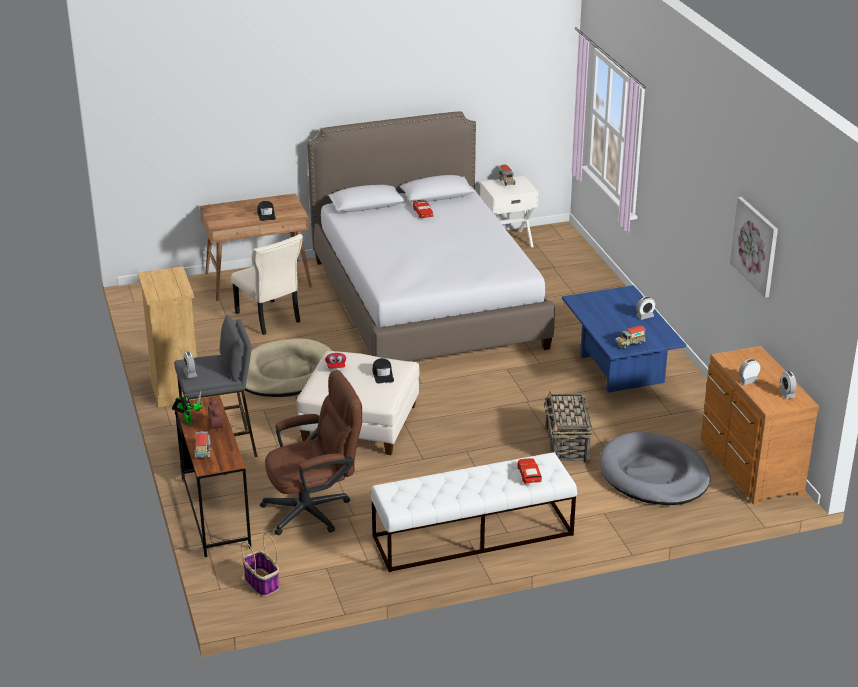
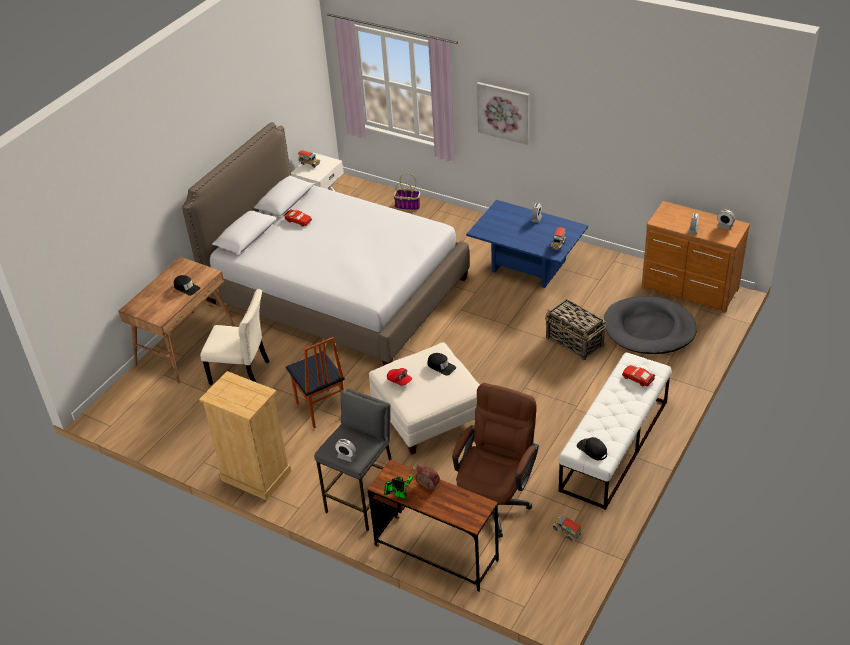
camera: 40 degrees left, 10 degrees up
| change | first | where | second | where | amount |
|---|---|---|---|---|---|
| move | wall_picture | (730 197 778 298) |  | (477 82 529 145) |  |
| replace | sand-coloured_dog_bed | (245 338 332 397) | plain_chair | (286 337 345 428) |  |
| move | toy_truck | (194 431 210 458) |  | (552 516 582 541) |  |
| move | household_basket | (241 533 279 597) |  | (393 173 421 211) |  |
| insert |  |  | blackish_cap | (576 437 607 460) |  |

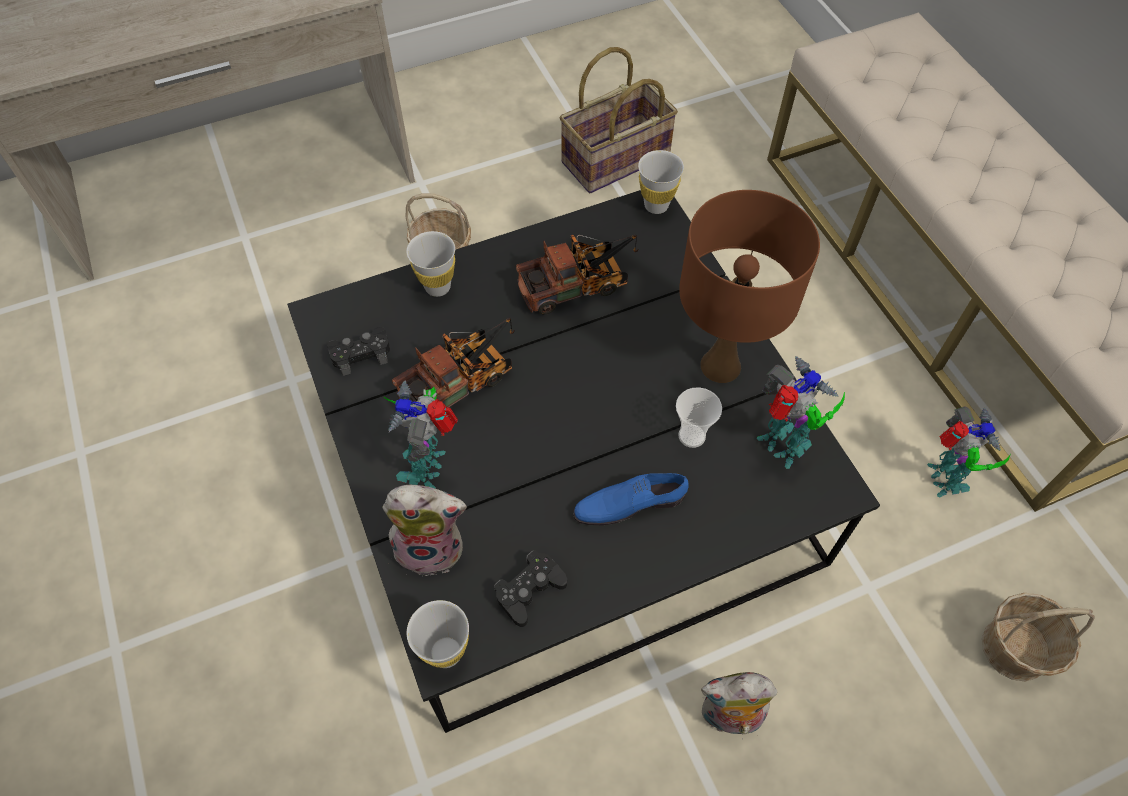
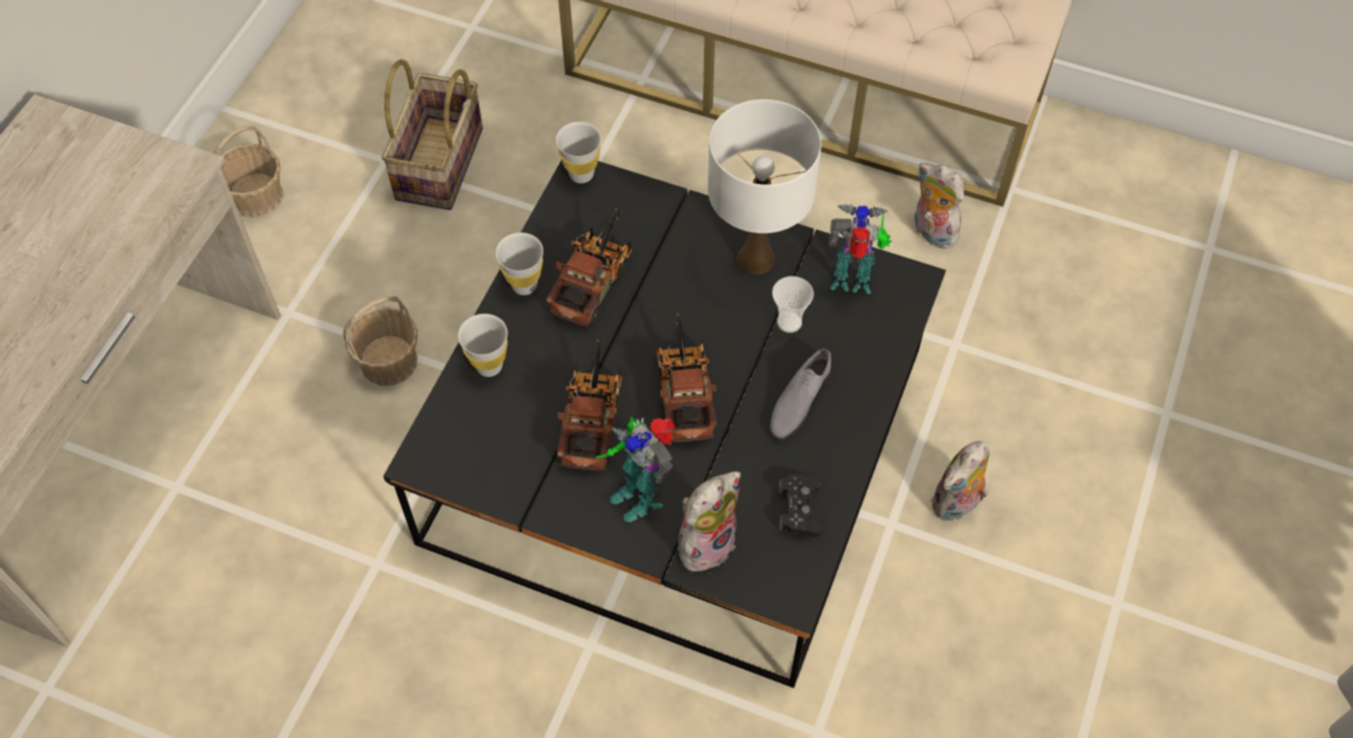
camera: 45 degrees left, 0 degrees up
| change | first | where | second | where | amount |
|---|---|---|---|---|---|
| recolor | brown_lamp_for_a_table | (679 190 820 383) | white-coloured_lamp_for_a_table | (708 99 822 275) |  |
| delete | blackish_game_controller | (327 327 390 376) |  |  |  |
| replace | model_robot | (927 406 1011 497) | plush_toy | (915 163 964 249) |  |
| recolor | blue_item_of_footwear | (573 473 689 525) | gray_item_of_footwear | (770 349 831 440) |  |
| move | household_basket | (982 593 1095 682) |  | (214 126 284 218) |  |
| move | white-coloured_cup | (407 600 469 668) |  | (496 233 543 295) |  |
| insert |  |  | toy_truck | (657 311 717 442) |  |

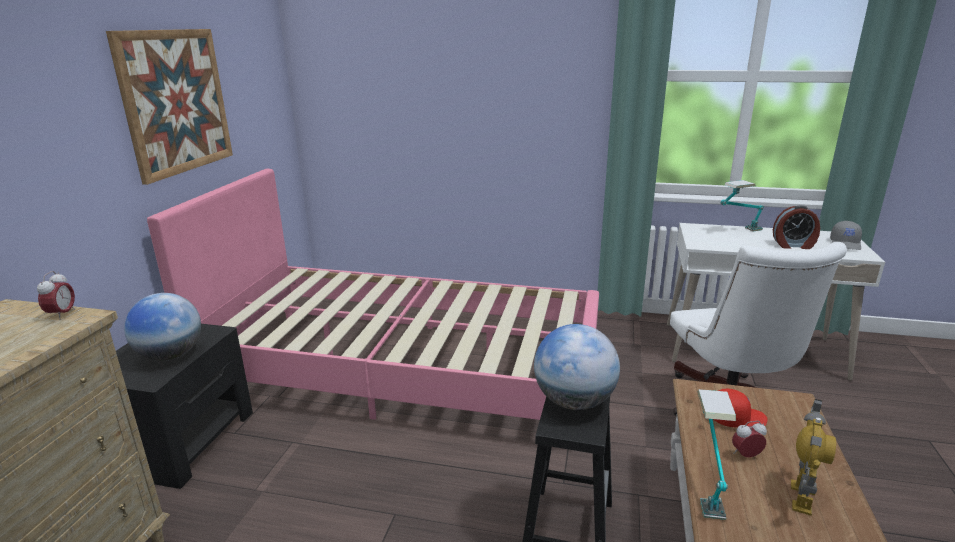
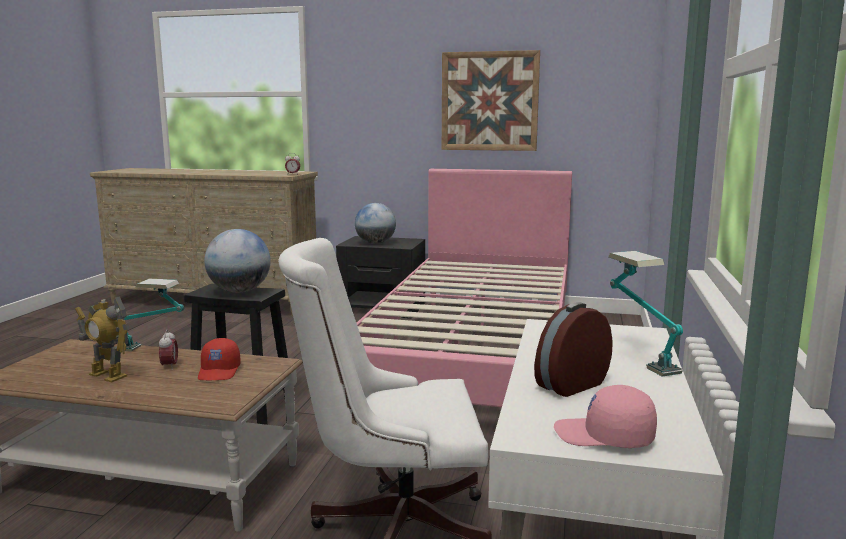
camera: 90 degrees right, 10 degrees down
| change | first | where | second | where | amount |
|---|---|---|---|---|---|
| rotate | table_clock | (773 206 820 249) |  | (534 302 613 397) | 45 degrees clockwise |
| recolor | gray_cap | (830 221 862 250) | pink_cap | (554 385 657 448) |  |

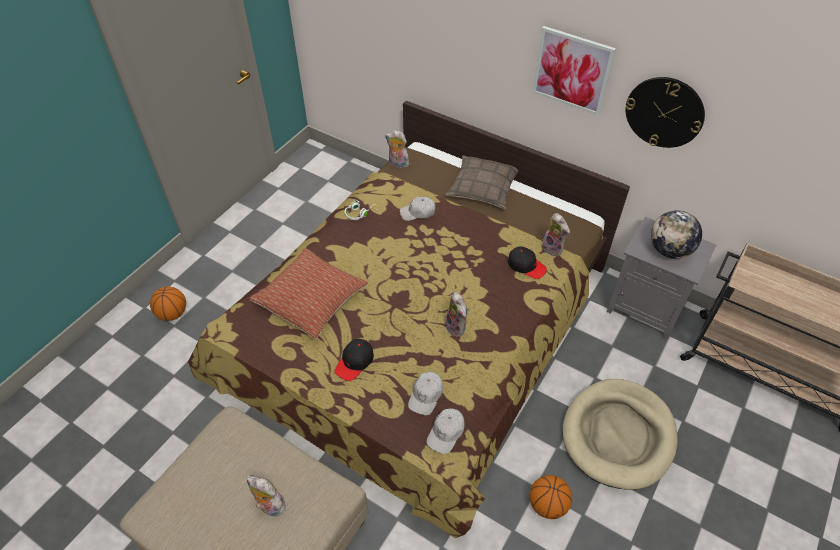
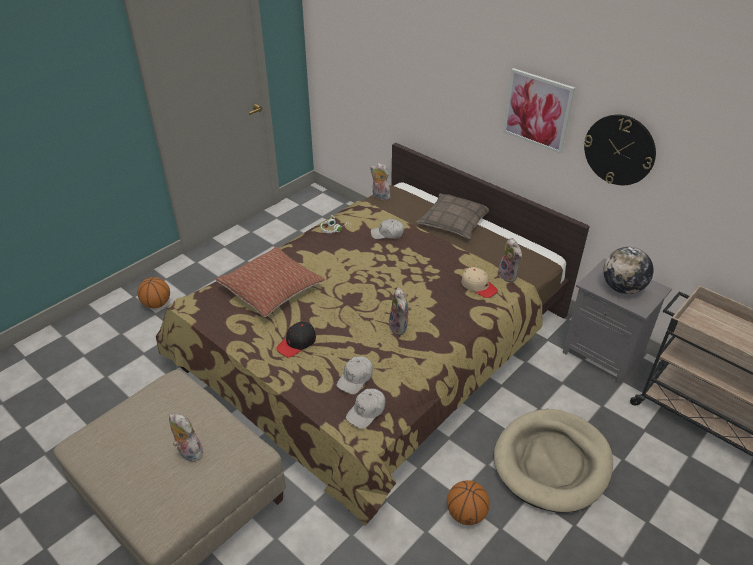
camera: 10 degrees right, 10 degrees down
| change | first | where | second | where | amount |
|---|---|---|---|---|---|
| recolor | blackish_cap | (508 246 547 279) | sand-coloured_cap | (461 267 498 298) |  |

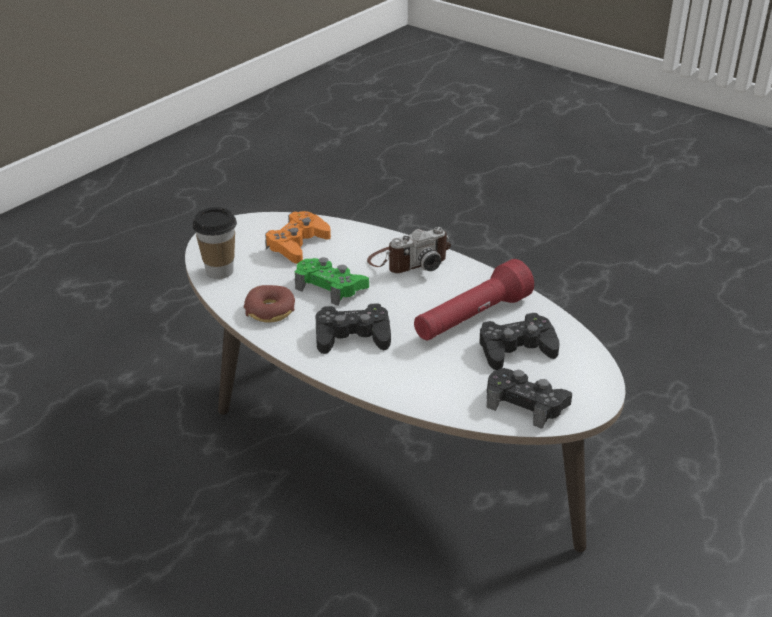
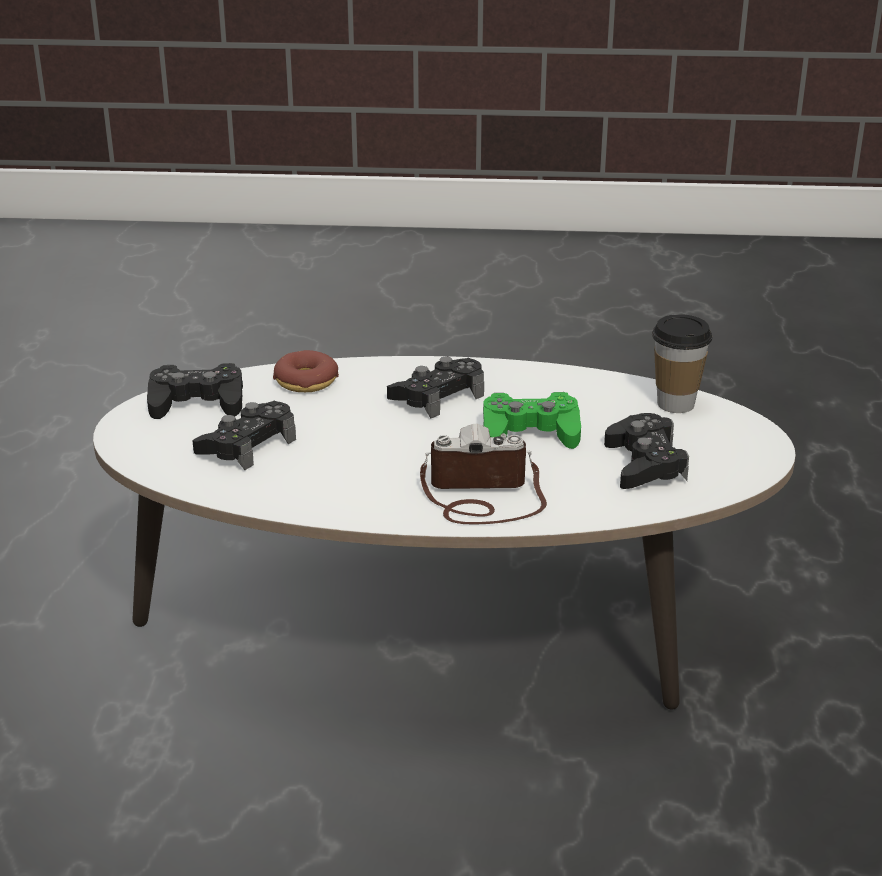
camera: 145 degrees right, 5 degrees down
| change | first | where | second | where | amount |
|---|---|---|---|---|---|
| recolor | orange-coloured_game_controller | (265 211 331 264) | blackish_game_controller | (604 413 689 489) |  |
| rotate | photo_camera | (367 227 451 273) |  | (420 424 547 525) | 60 degrees clockwise |
| delete | reddish_hand_torch | (414 259 534 340) |  |  |  |
| move | ring_doughnut | (244 285 295 323) |  | (273 350 339 392) |  |

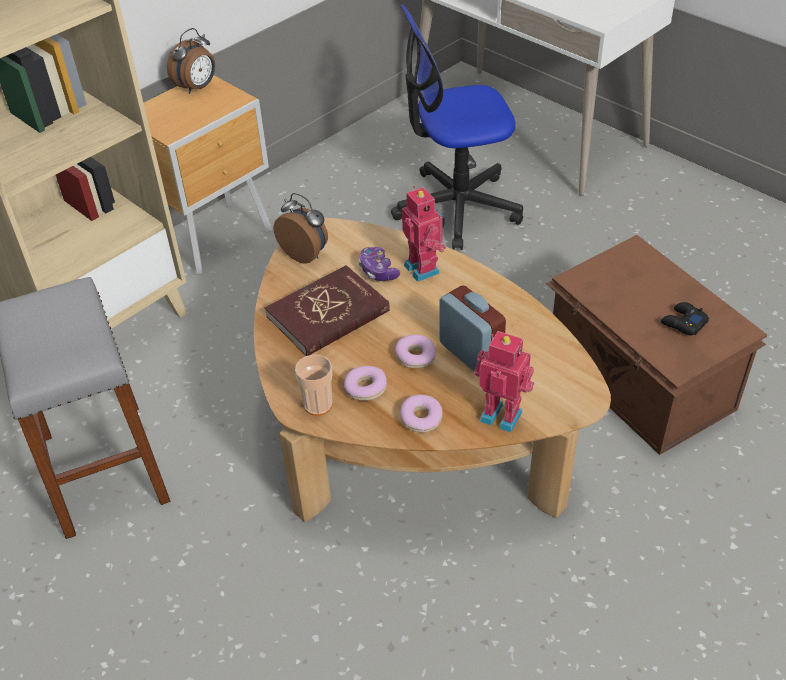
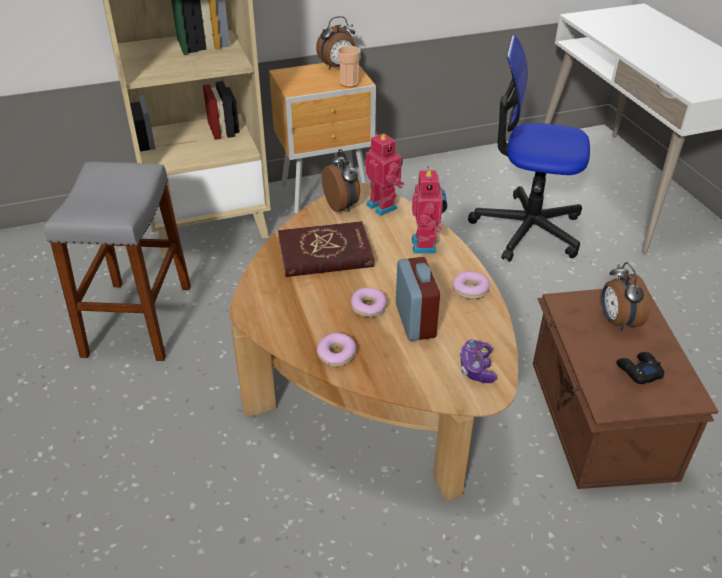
camera: 25 degrees right, 5 degrees down
| change | first | where | second | where | amount |
|---|---|---|---|---|---|
| move | game_controller | (358 247 400 281) |  | (460 340 497 383) |  |
| move | model_robot | (474 331 534 433) |  | (365 132 404 216) |  |
| move | cup | (295 355 333 416) |  | (338 46 361 88) |  |
| move | ring_doughnut | (344 366 387 401) |  | (453 271 490 299) |  |
| insert |  |  | table_clock | (601 262 650 331) |  |

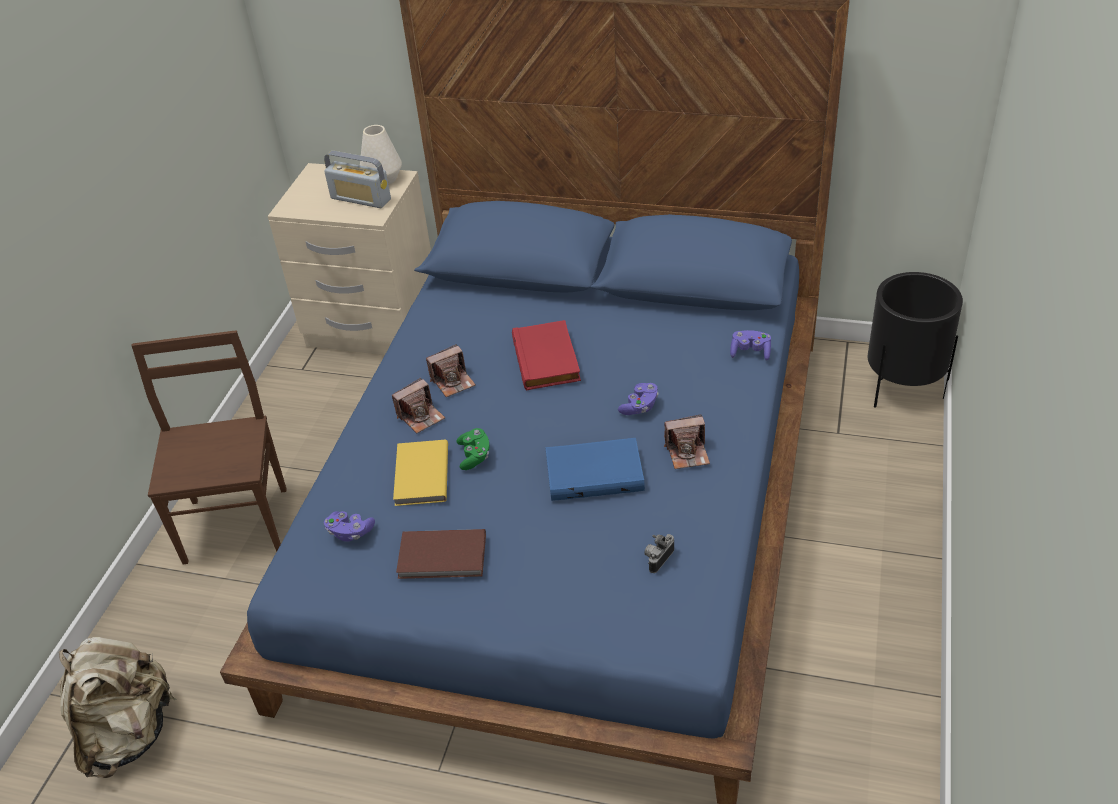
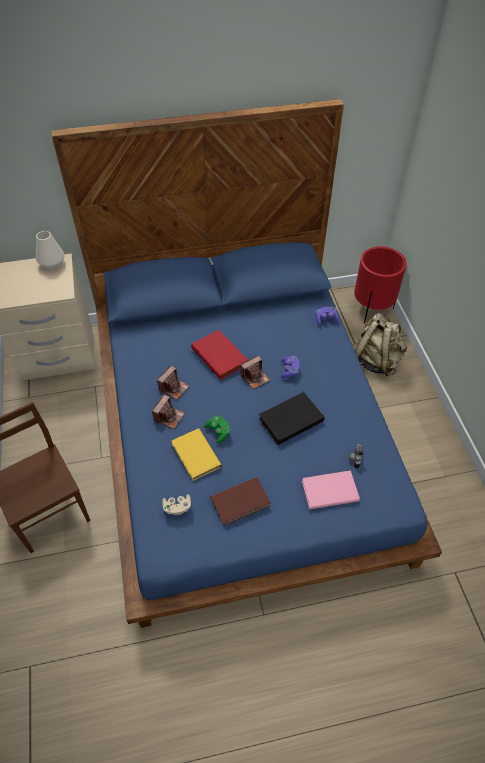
camera: 30 degrees left, 10 degrees up
| change | first | where | second | where | amount |
|---|---|---|---|---|---|
| delete | radio | (324 151 391 208) |  |  |  |
| recolor | blackish_planter | (868 272 963 407) | reddish_planter | (354 246 407 324) |  |
| move | photo_camera | (664 414 710 469) |  | (240 355 270 389) |  |
| recolor | blue_bound_book | (545 438 645 501) | blackish_bound_book | (259 392 324 445) |  |
| recolor | purple-coloured_game_controller | (324 511 375 542) | sand-coloured_game_controller | (162 494 191 515) |  |
| move | sand-coloured_rucksack | (59 637 176 778) |  | (355 313 407 377) |  |
| insert |  |  | pink_bound_book | (302 470 360 509) |  |

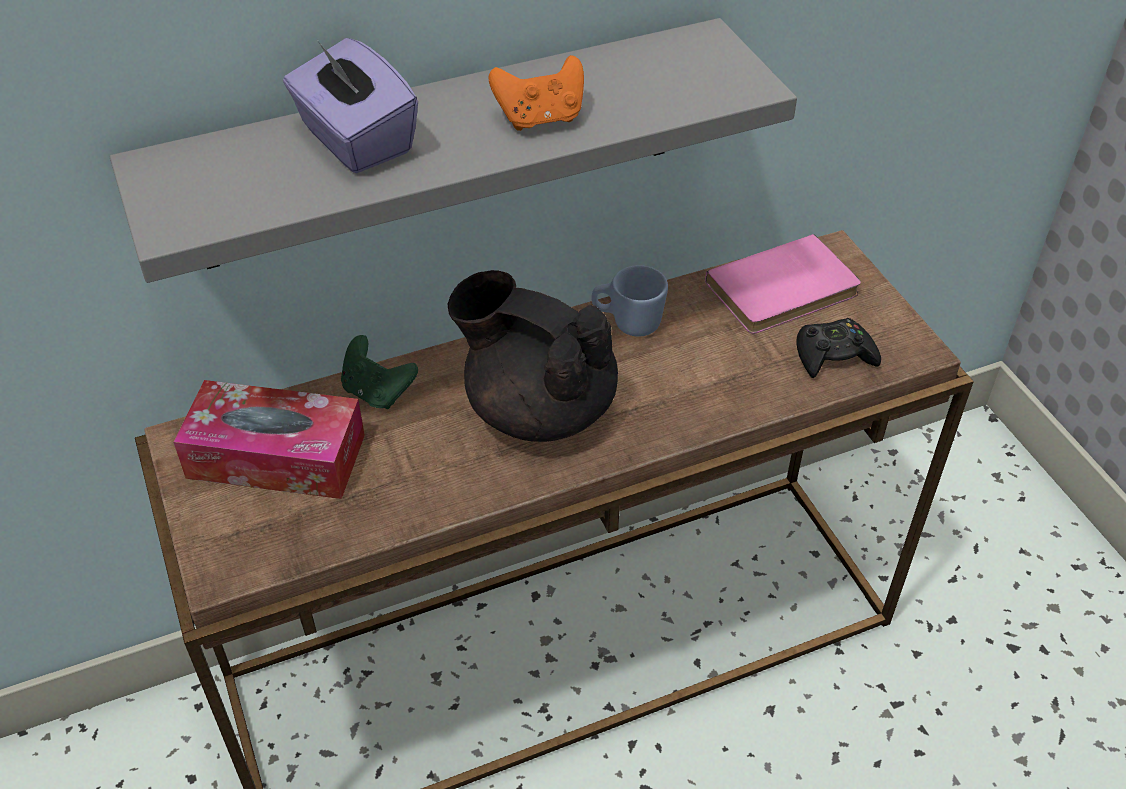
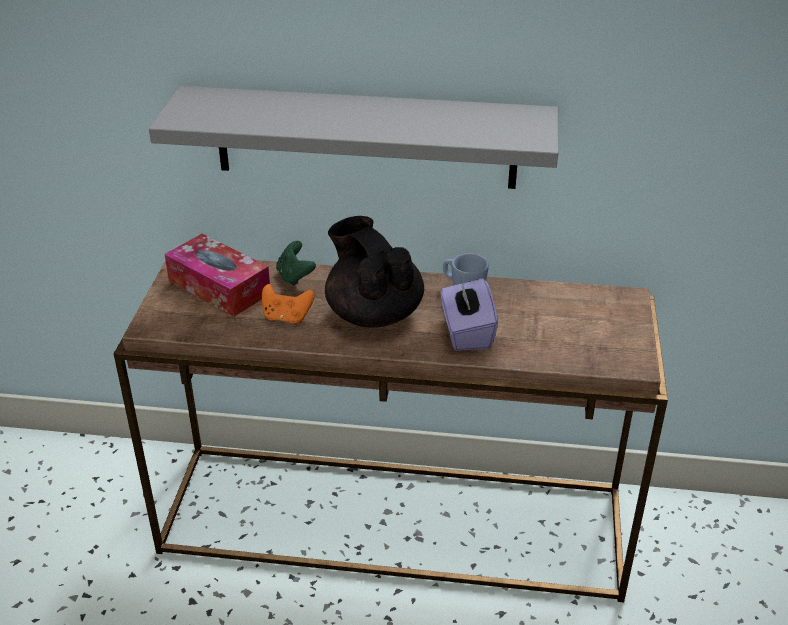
camera: 30 degrees right, 10 degrees down
| change | first | where | second | where | amount |
|---|---|---|---|---|---|
| move | purple-coloured_box_of_tissues | (283 38 418 173) |  | (441 277 498 351) |  |
| move | orange-coloured_game_controller | (488 55 584 131) |  | (262 284 315 324) |  |
| delete | pink_bound_book | (705 234 861 334) |  |  |  |
| delete | blackish_game_controller | (796 318 881 378) |  |  |  |

